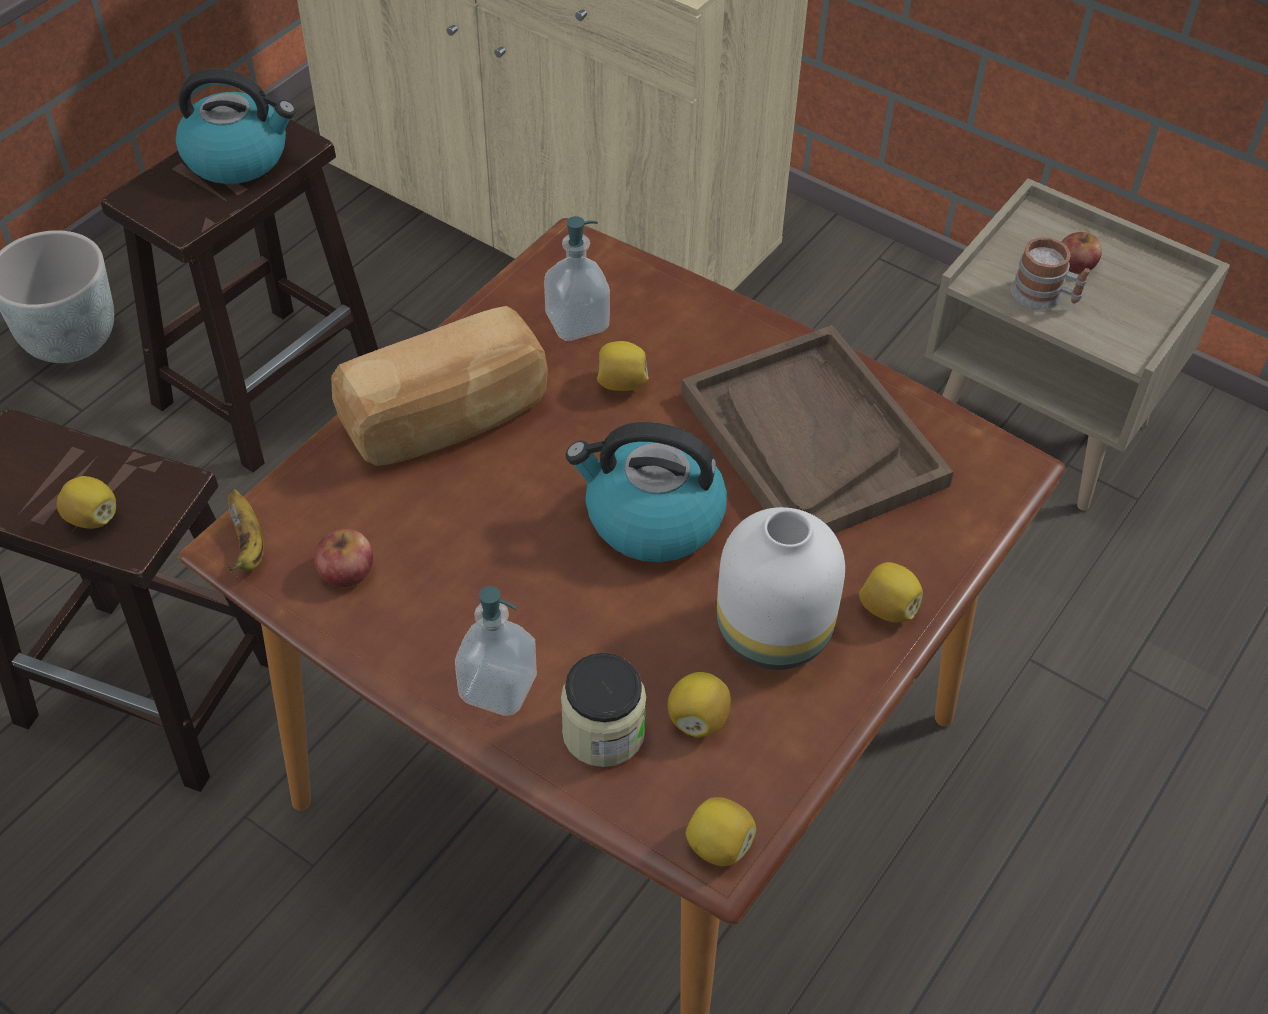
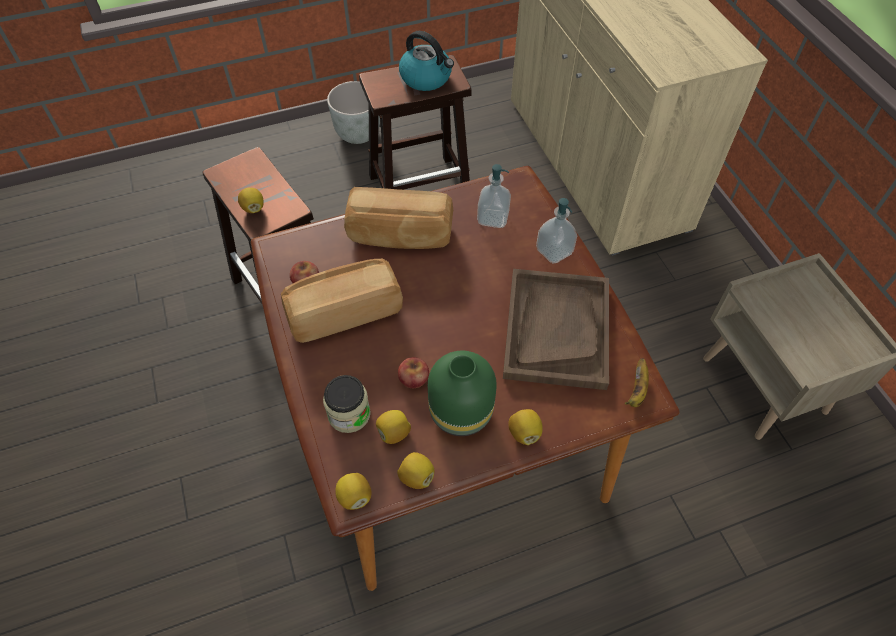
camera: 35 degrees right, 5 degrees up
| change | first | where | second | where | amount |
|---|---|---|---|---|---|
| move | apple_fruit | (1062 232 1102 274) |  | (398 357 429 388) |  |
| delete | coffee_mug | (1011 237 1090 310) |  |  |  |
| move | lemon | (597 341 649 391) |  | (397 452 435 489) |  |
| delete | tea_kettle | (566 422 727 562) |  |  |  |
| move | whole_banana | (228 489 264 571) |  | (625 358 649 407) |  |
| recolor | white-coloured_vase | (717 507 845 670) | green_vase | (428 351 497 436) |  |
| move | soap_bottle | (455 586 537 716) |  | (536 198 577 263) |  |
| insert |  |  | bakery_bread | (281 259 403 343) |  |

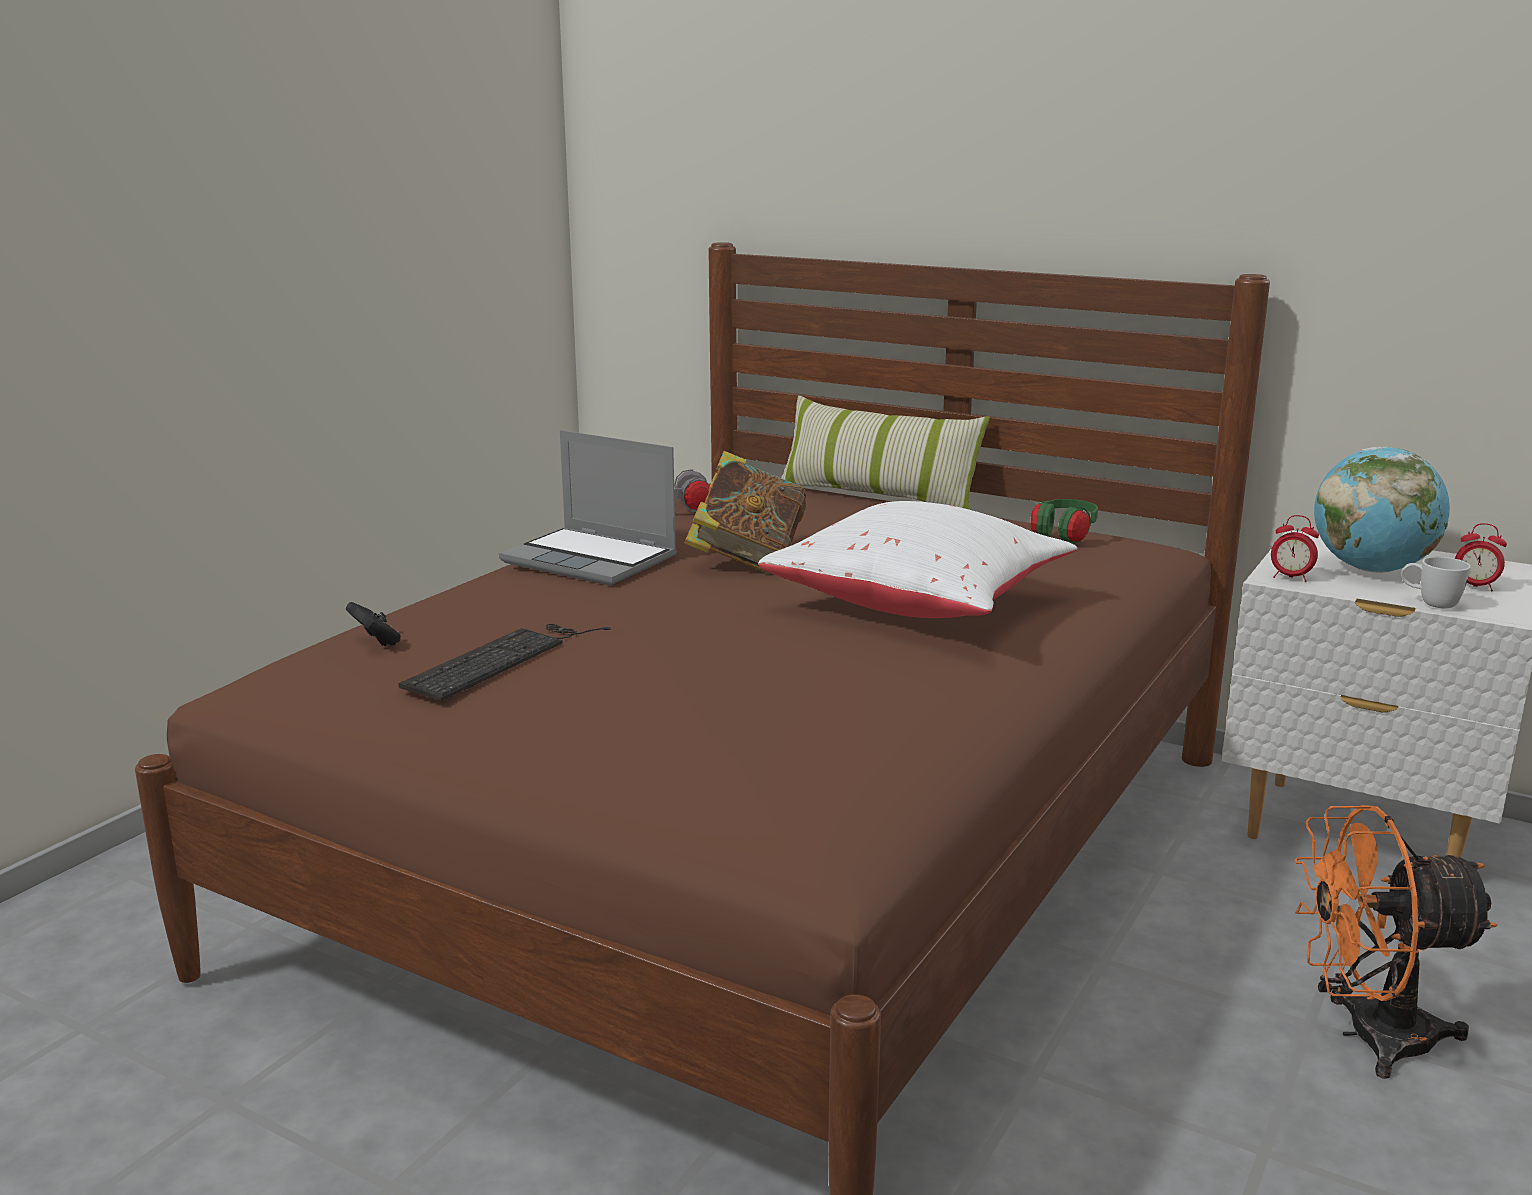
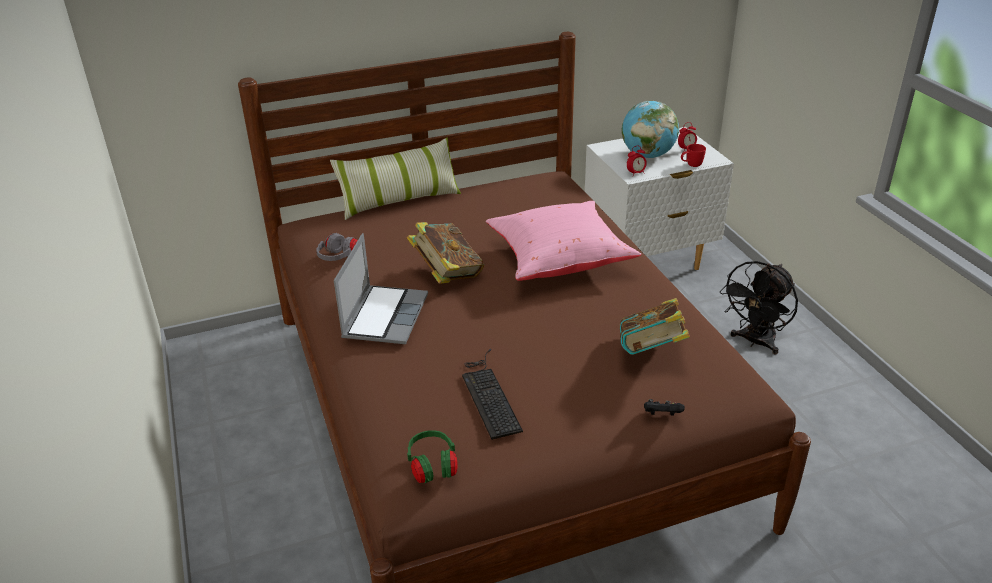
camera: 50 degrees left, 15 degrees up
| change | first | where | second | where | amount |
|---|---|---|---|---|---|
| rotate | laptop | (499 430 677 586) |  | (334 233 428 344) | 60 degrees counterclockwise |
| move | green_headset | (1030 499 1098 544) |  | (407 430 458 483) |  |
| recolor | white-coloured_cushion | (758 501 1078 618) | pink_cushion | (486 201 641 281) |  |
| recolor | white-coloured_coffee_mug | (1401 557 1471 608) | reddish_coffee_mug | (681 144 706 167) |  |
| move | blackish_game_controller | (346 602 401 646) |  | (644 399 685 416) |  |
| recolor | orange-coloured_fan | (1295 805 1497 1079) | blackish_fan | (720 261 798 354) |  |
| insert |  |  | bound_book | (620 298 690 355) |  |

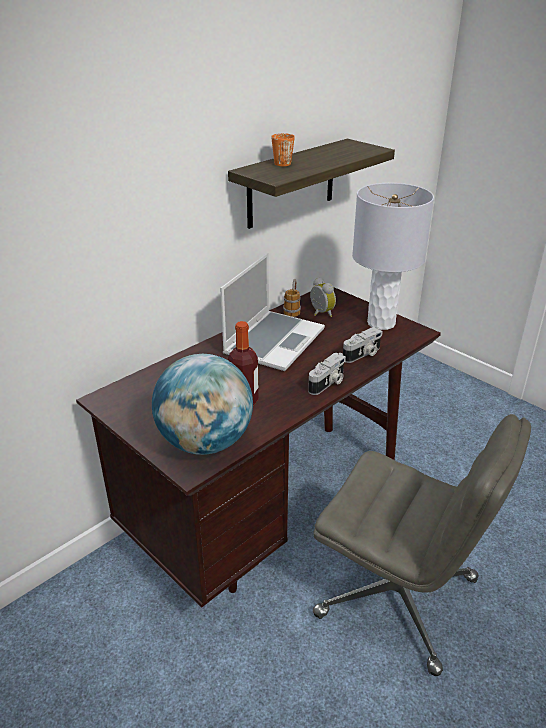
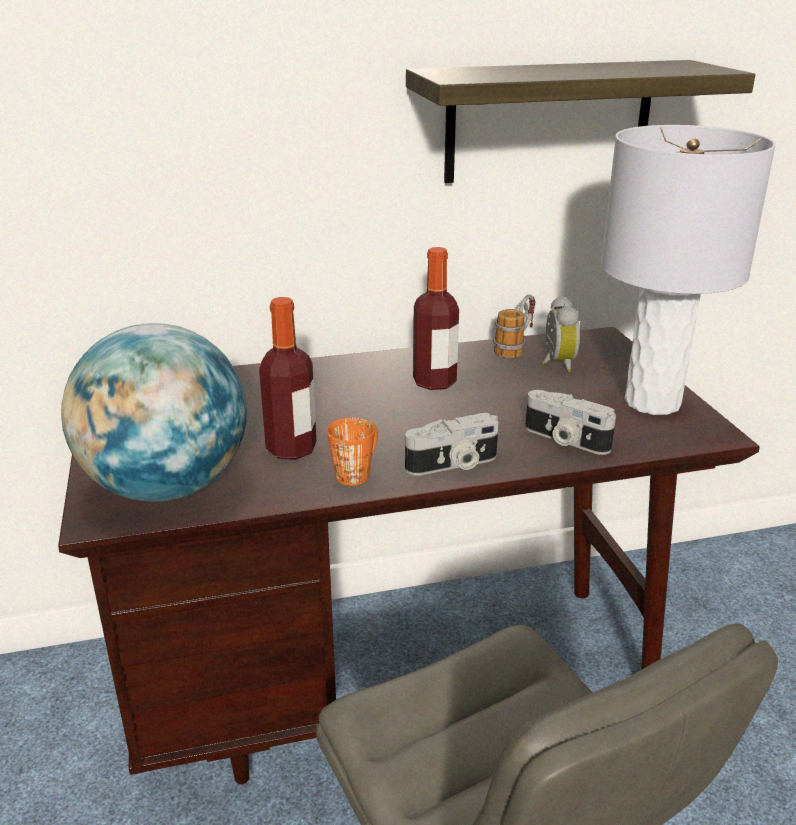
camera: 30 degrees right, 5 degrees down
| change | first | where | second | where | amount |
|---|---|---|---|---|---|
| move | orange-coloured_coffee_mug | (271 133 295 166) |  | (327 418 378 486) |  |
| replace | laptop | (220 253 325 371) | drink_bottle | (413 247 459 390) |  |
| rotate | photo_camera | (343 327 383 363) |  | (525 390 616 455) | 45 degrees clockwise |

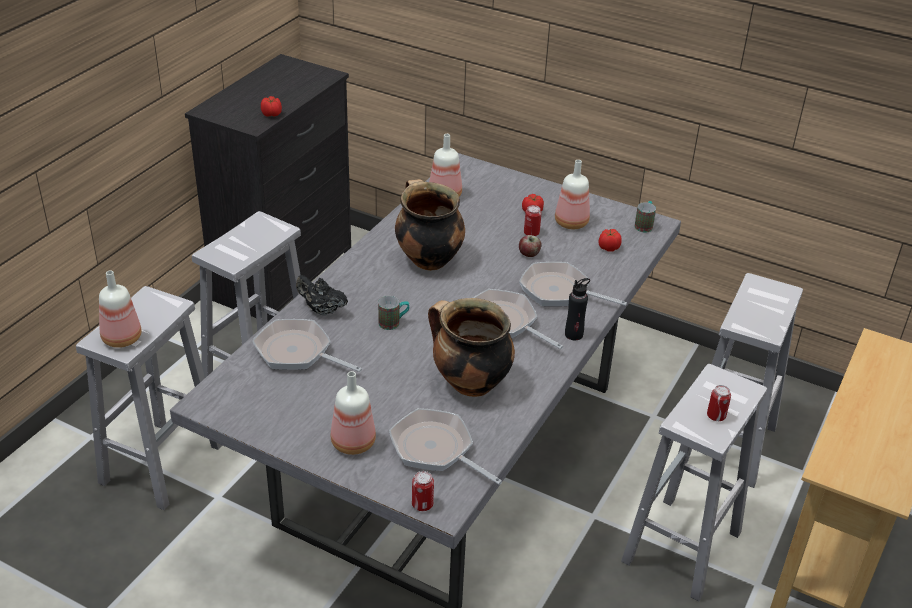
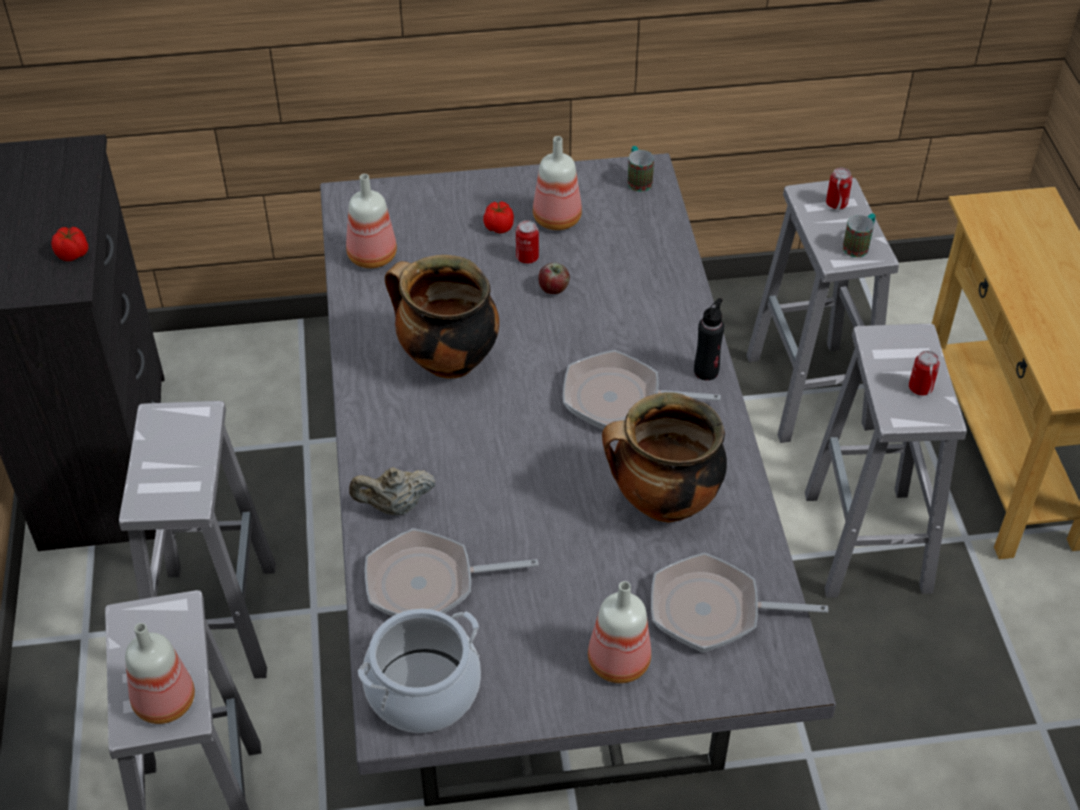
camera: 35 degrees left, 10 degrees up
| change | first | where | second | where | amount |
|---|---|---|---|---|---|
| delete | tomato | (598 229 622 252) |  |  |  |
| delete | pan | (519 262 627 307) |  |  |  |
| recolor | blackish_teapot | (296 275 348 316) | sand-coloured_teapot | (349 467 436 516) |  |
| move | coffee_mug | (378 296 409 330) |  | (843 213 876 257) |  |
| move | metal_can | (412 471 434 511) |  | (826 168 852 209) |  |
| insert |  |  | stockpot | (358 609 481 733) |  |

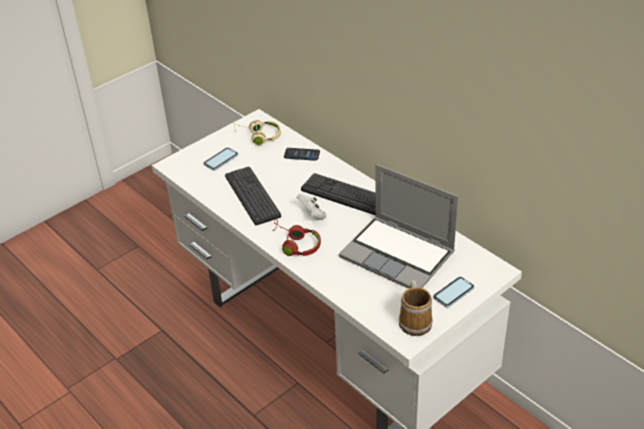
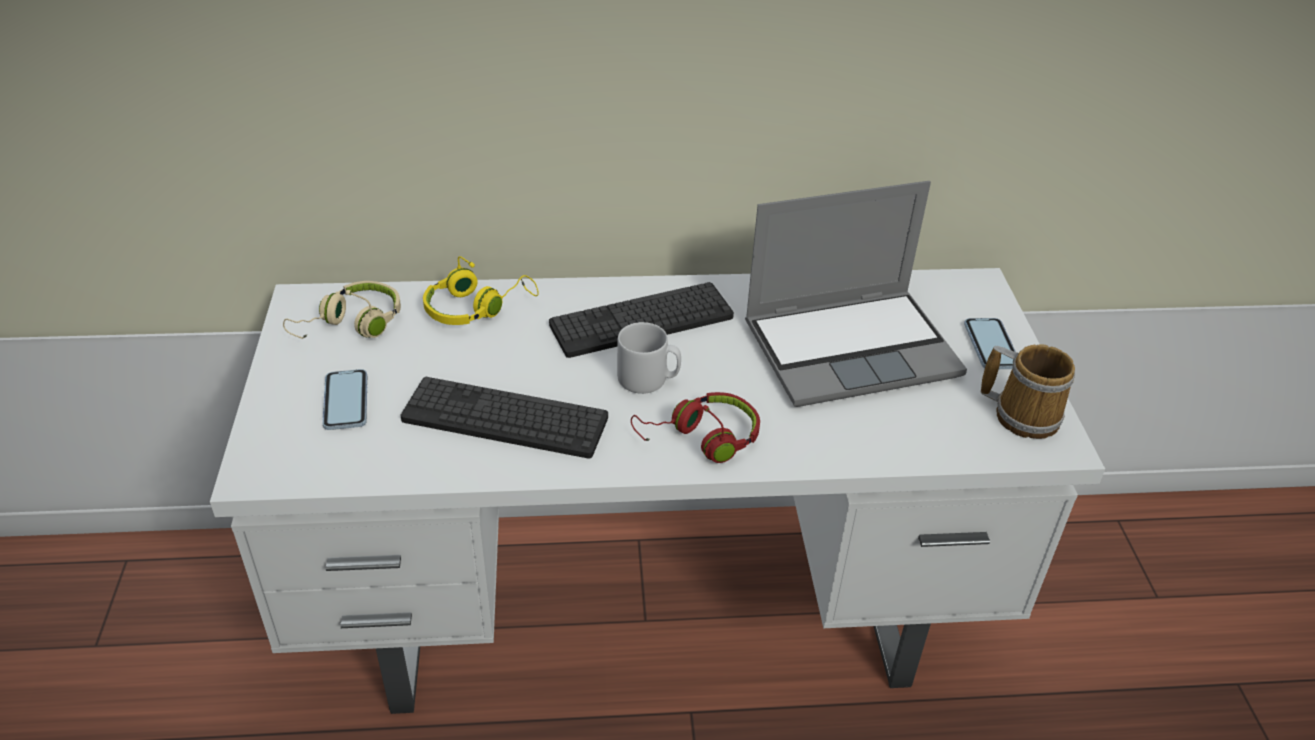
camera: 55 degrees left, 0 degrees up
| change | first | where | second | where | amount |
|---|---|---|---|---|---|
| replace | telephone | (284 148 320 161) | yellowish_headset | (423 256 539 325) |  |
| replace | white-coloured_game_controller | (296 194 326 220) | gray_coffee_mug | (617 322 681 394) |  |

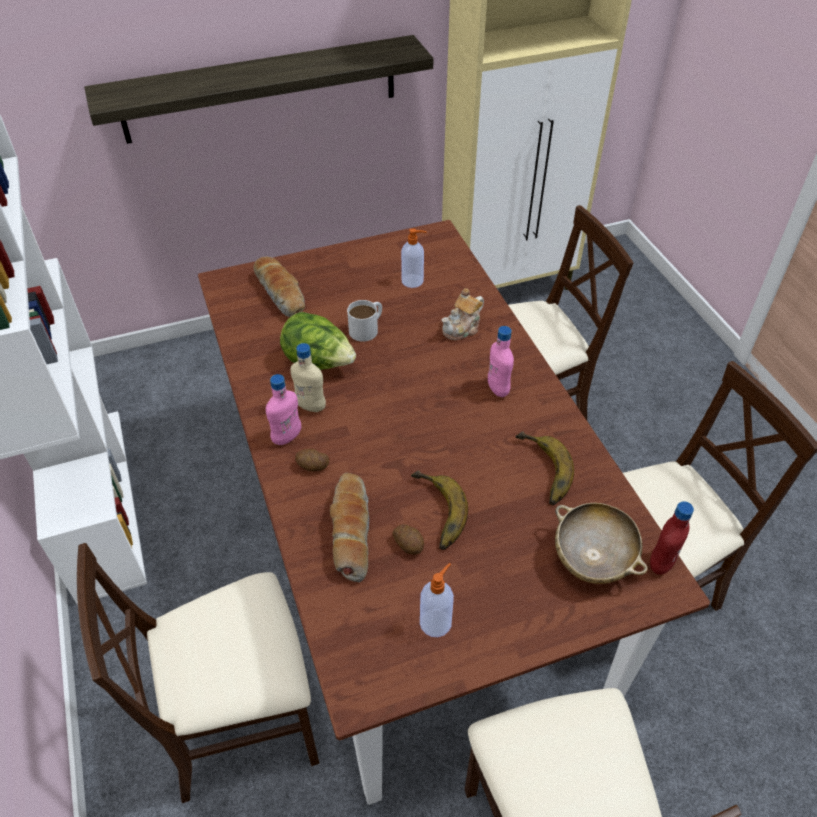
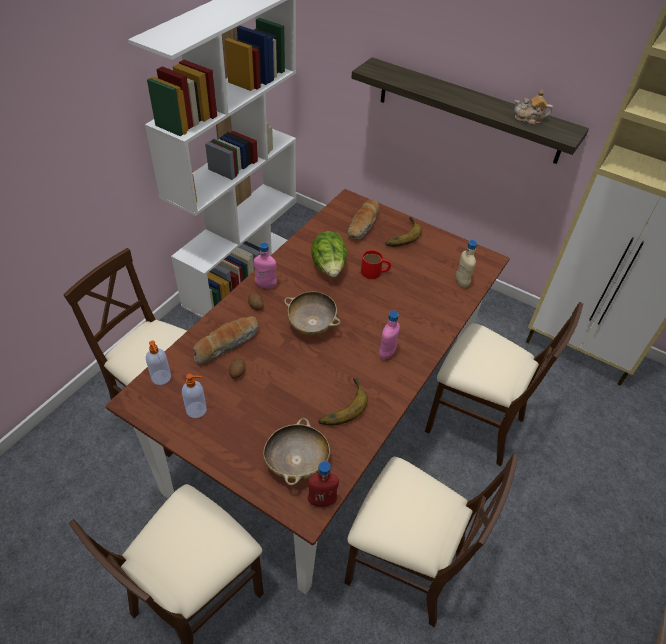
camera: 50 degrees right, 0 degrees up
| change | first | where | second | where | amount |
|---|---|---|---|---|---|
| move | soap_bottle | (401 228 427 288) |  | (146 341 171 385) |  |
| move | teapot | (442 288 484 340) |  | (514 90 553 125) |  |
| recolor | white-coloured_coffee_mug | (347 300 382 342) | reddish_coffee_mug | (361 250 391 279) |  |
| move | sand-coloured_drink_bottle | (290 343 326 412) |  | (456 240 477 288) |  |
| move | whole_banana | (411 470 468 550) |  | (385 217 422 247) |  |
| insert |  |  | sand-coloured_serving_bowl | (284 291 341 335) |  |

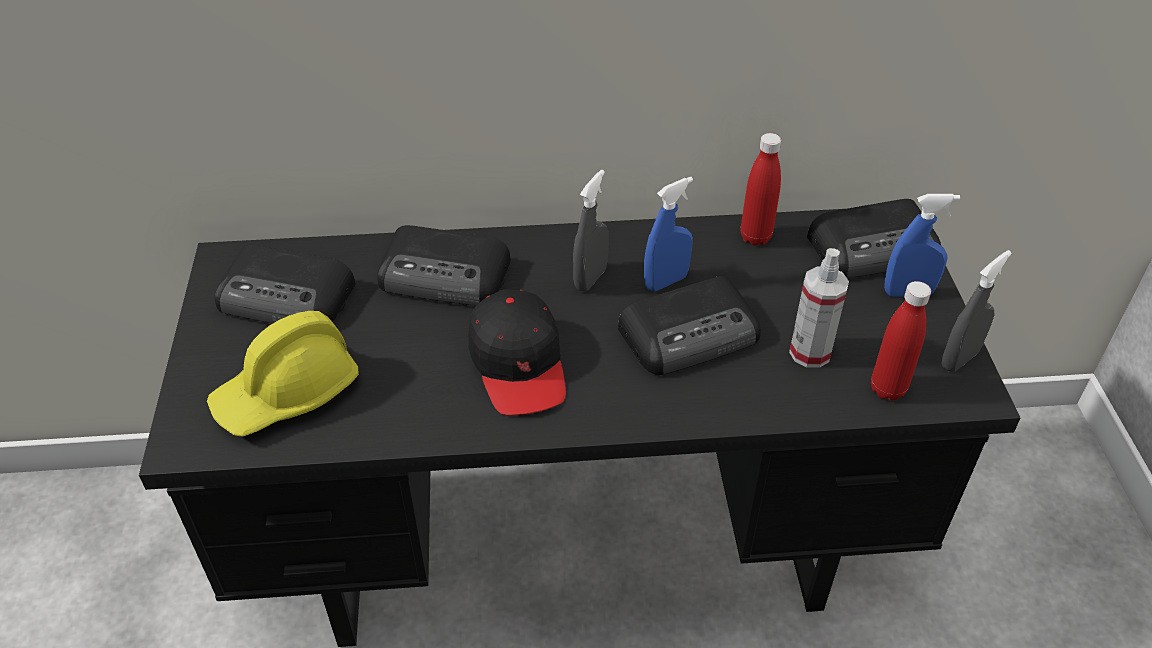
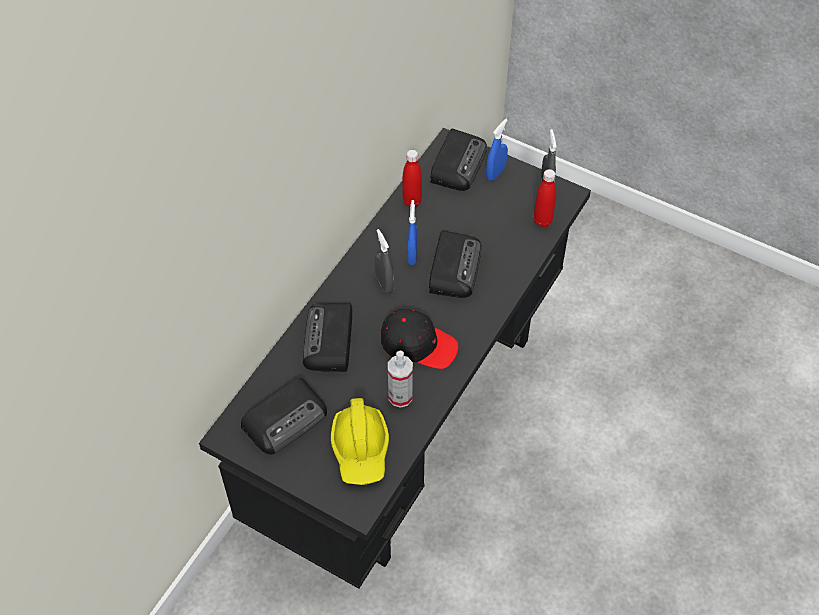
camera: 55 degrees left, 10 degrees up
| change | first | where | second | where | amount |
|---|---|---|---|---|---|
| rotate | radio | (377 225 511 306) |  | (303 303 352 372) | 135 degrees clockwise |
| move | spray_bottle | (789 248 849 368) |  | (388 351 413 408) |  |

